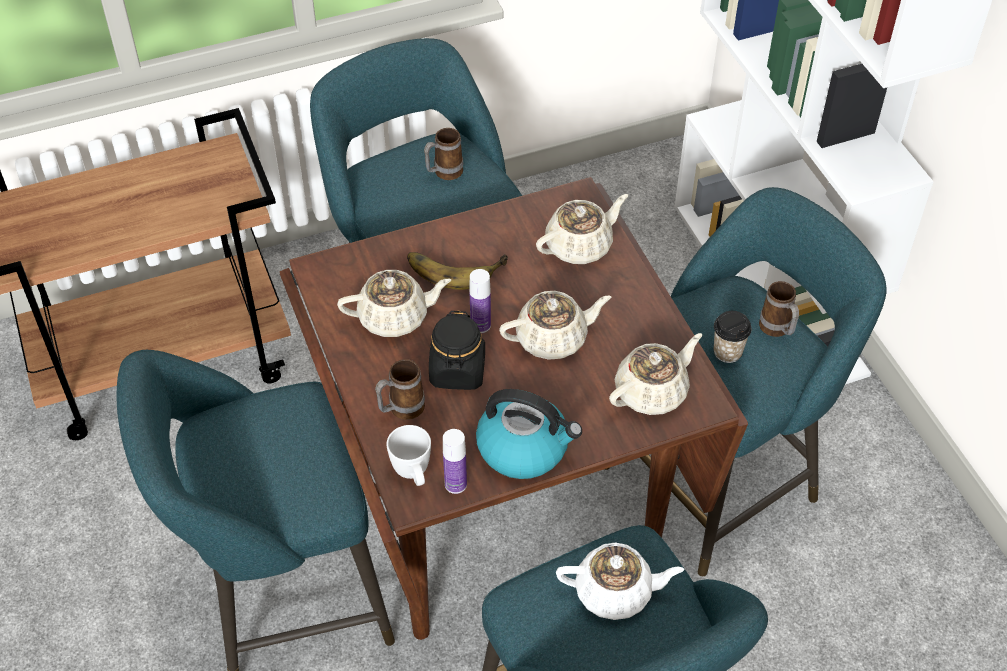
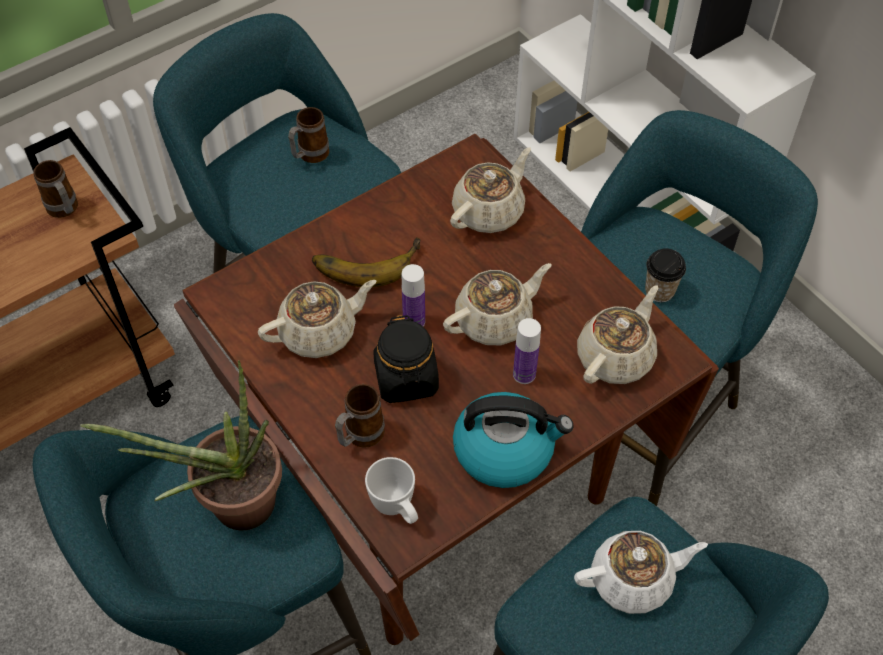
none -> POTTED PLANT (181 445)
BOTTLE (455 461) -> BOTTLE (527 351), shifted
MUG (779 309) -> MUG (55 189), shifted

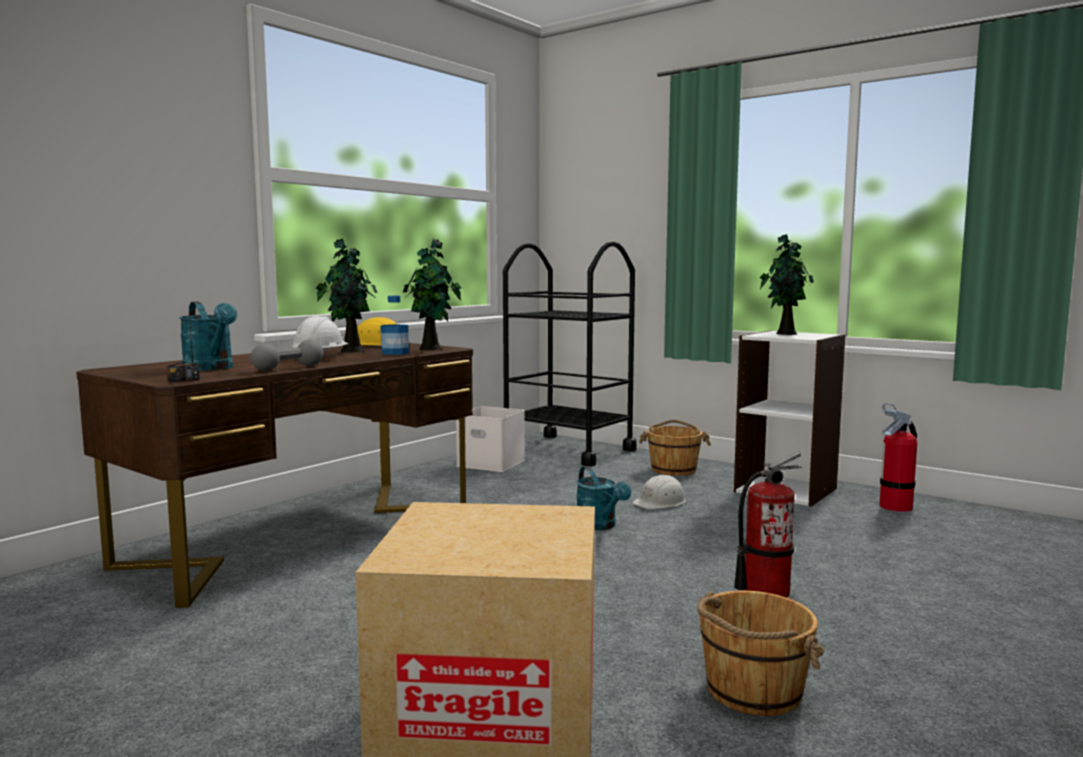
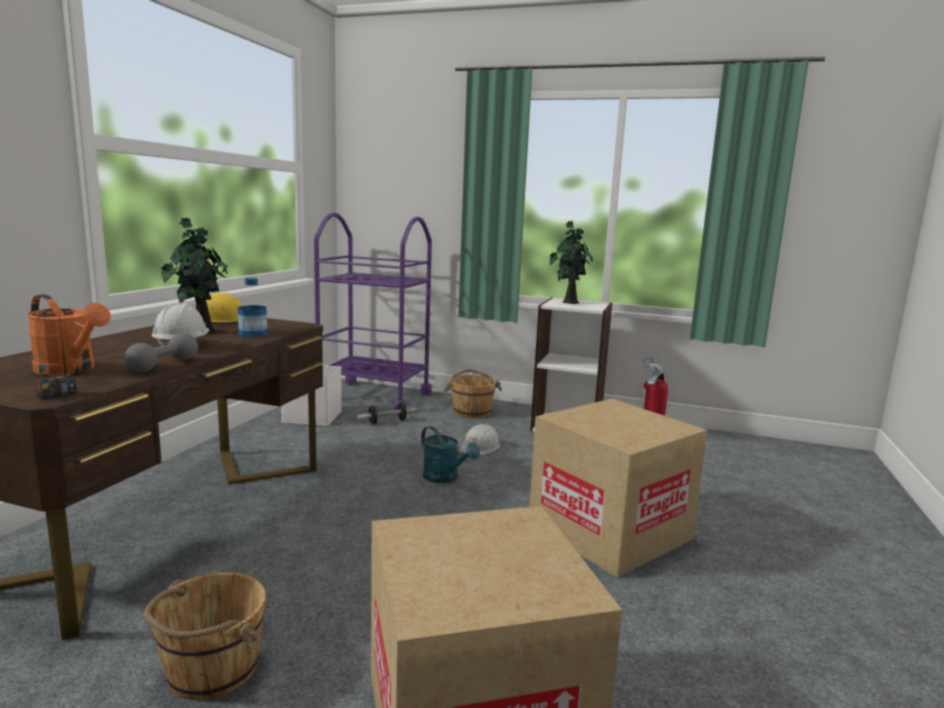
POTTED PLANT (432 294) -> none
none -> DUMBBELL (387 413)
BROWN BUCKET (760 653) -> BROWN BUCKET (205 636), shifted
FIRE EXTINGUISHER (768 525) -> CARDBOARD BOX (618 488)
TURQUOISE WATERING CAN (208 336) -> ORANGE WATERING CAN (68 334)
BLACK CART (570 353) -> PURPLE CART (373 311)

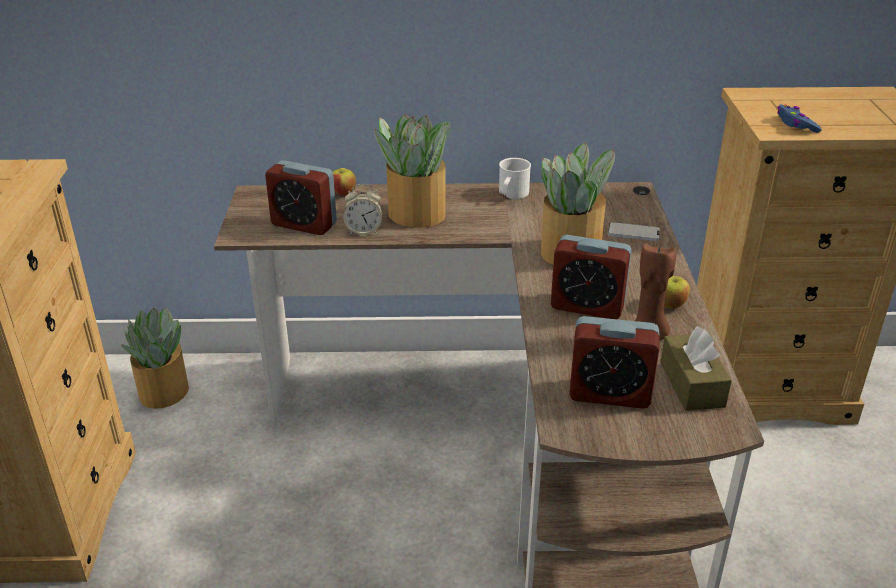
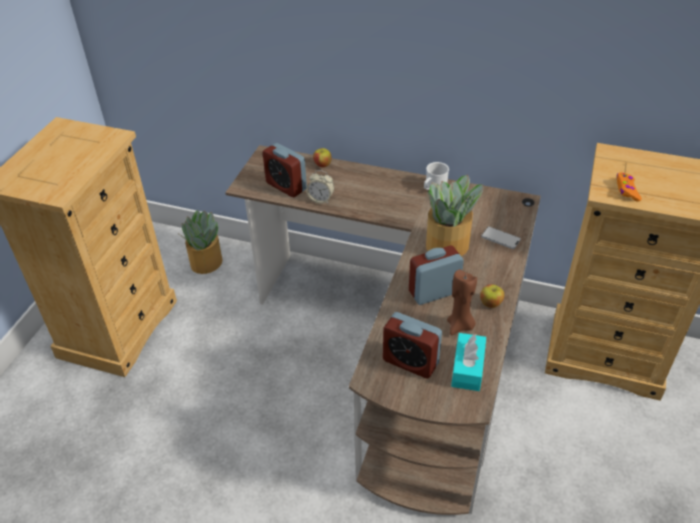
POTTED PLANT (412 171) -> none
BROWN TISSUE BOX (696 368) -> TURQUOISE TISSUE BOX (468 362)
BLUE GAME CONTROLLER (799 119) -> ORANGE GAME CONTROLLER (629 186)
ALARM CLOCK (591 277) -> ALARM CLOCK (436 275), 120 degrees clockwise

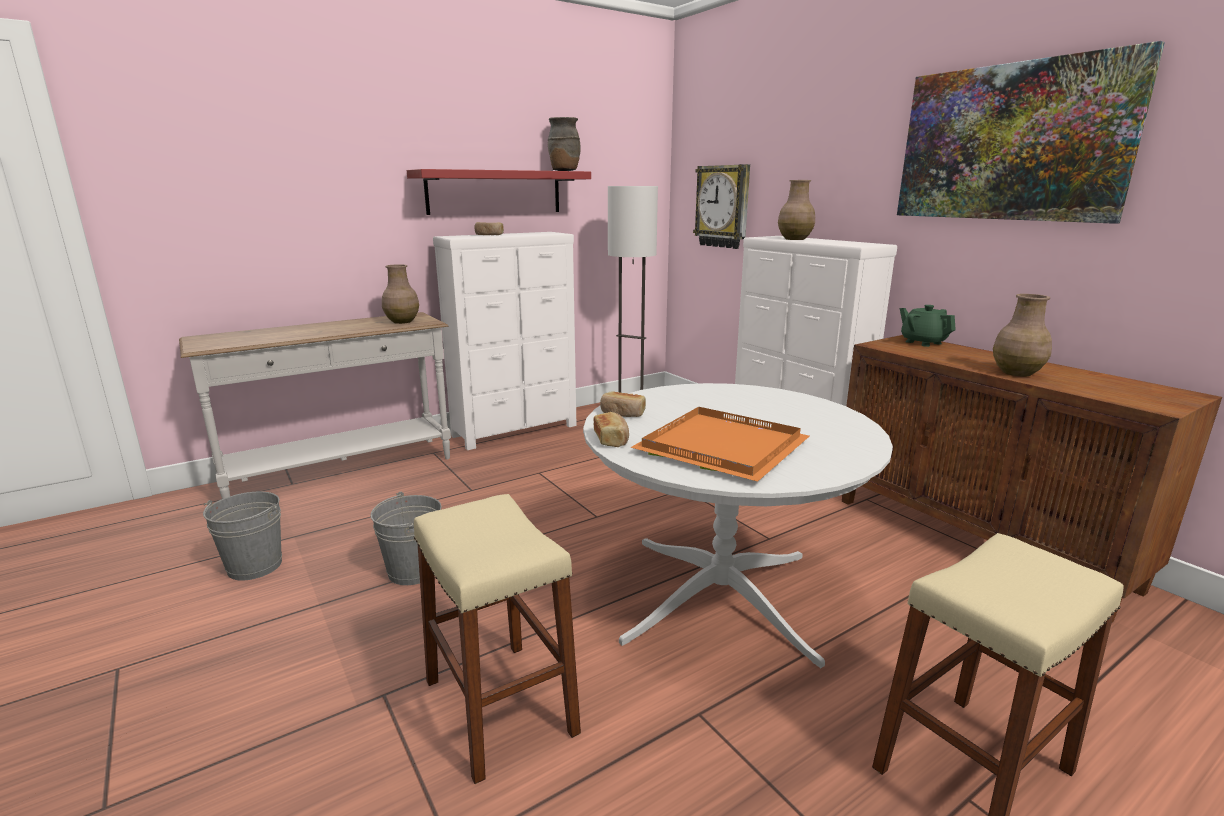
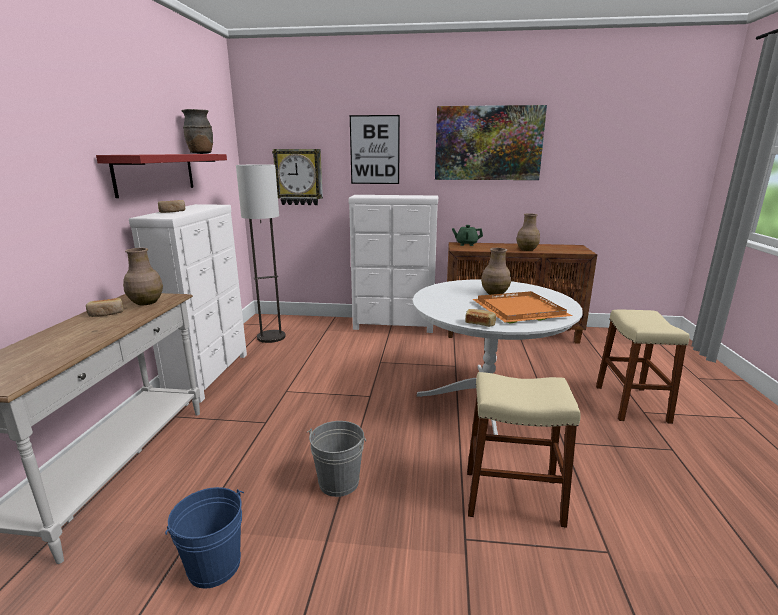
none -> PICTURE (375 149)
BREAD (623 404) -> BREAD (105 307), shifted
BROWN VASE (796 210) -> BROWN VASE (496 272), shifted
GREY BUCKET (242 536) -> BLUE BUCKET (204 538)

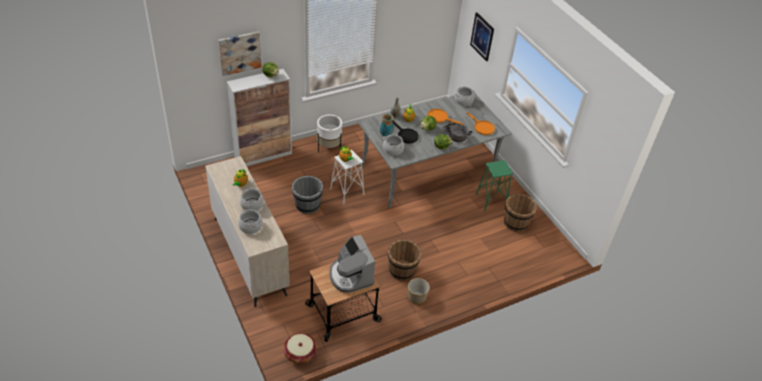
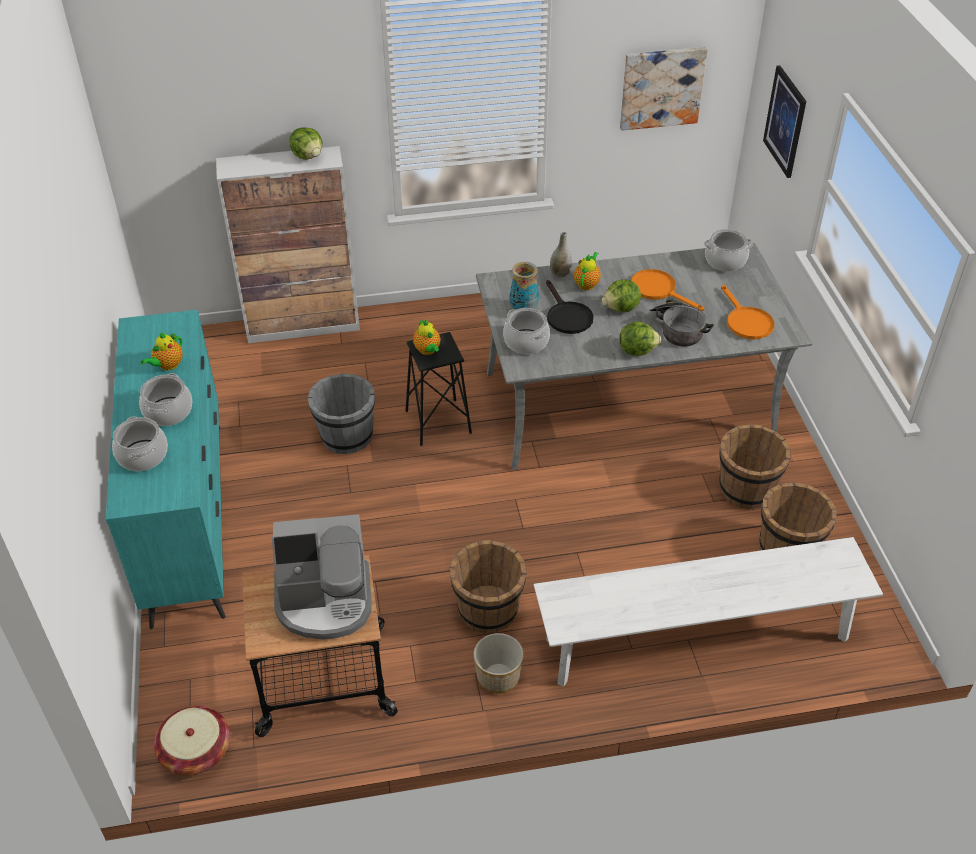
WHITE PLANTER (329 133) -> none
none -> WHITE BENCH (708 612)
PICTURE (240 54) -> PICTURE (663 89), shifted
GREEN STOOL (494 186) -> BROWN BUCKET (755 466)
BEIGE DRESSER (247 231) -> TURQUOISE DRESSER (166 469)
WHITE STOOL (347 177) -> BLACK STOOL (438 389)
COFFEE MACHINE (352 264) -> COFFEE MACHINE (322 577), 90 degrees counterclockwise

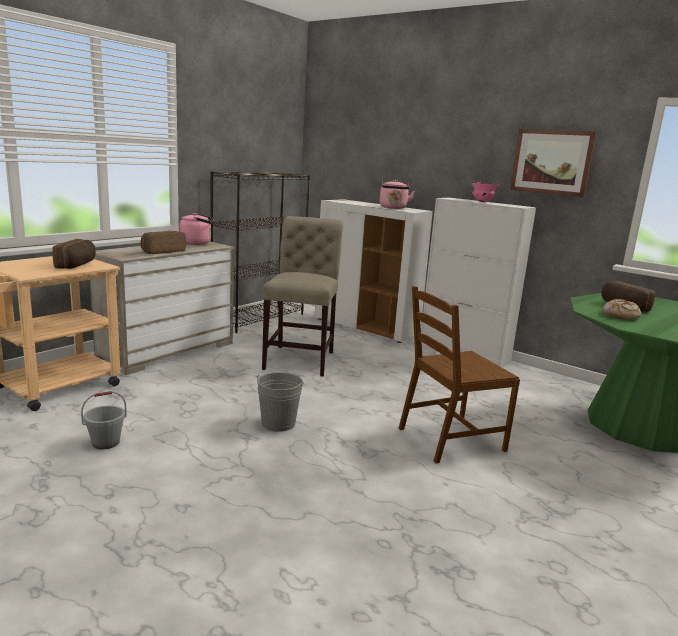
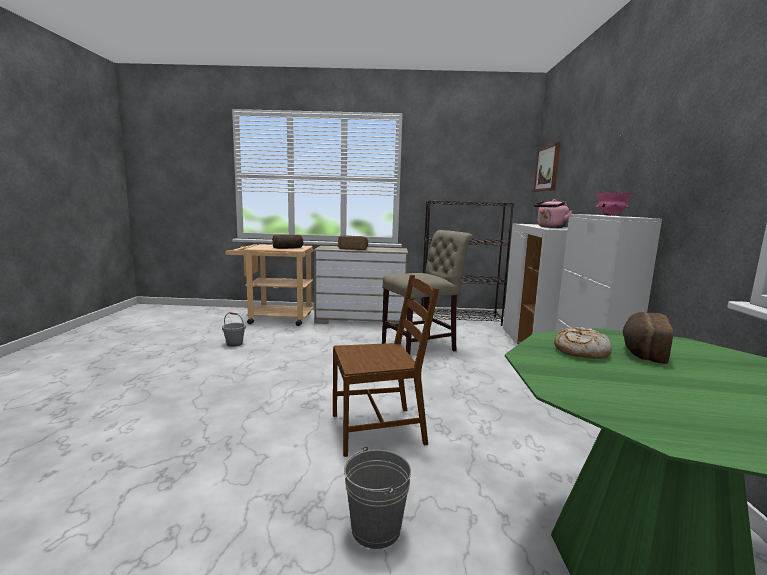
PINK KETTLE (196 229) -> none
GREY BUCKET (279 402) -> GREY BUCKET (377 497), shifted
PICTURE (553 163) -> PICTURE (547 167), shifted
BROWN CHAIR (459 374) -> BROWN CHAIR (386 366), 135 degrees clockwise

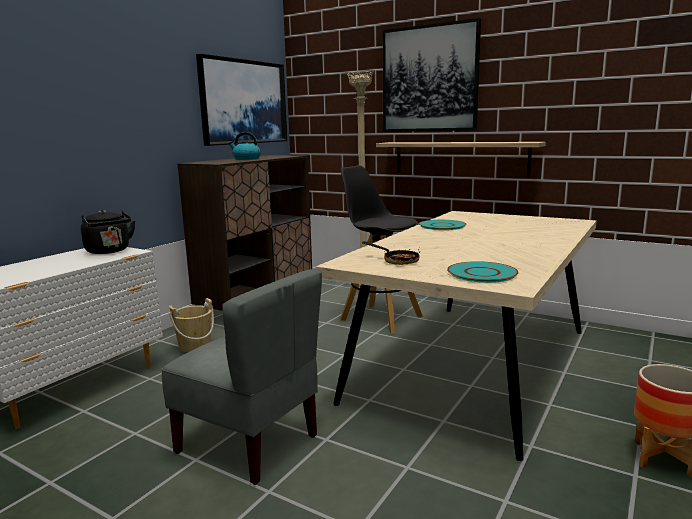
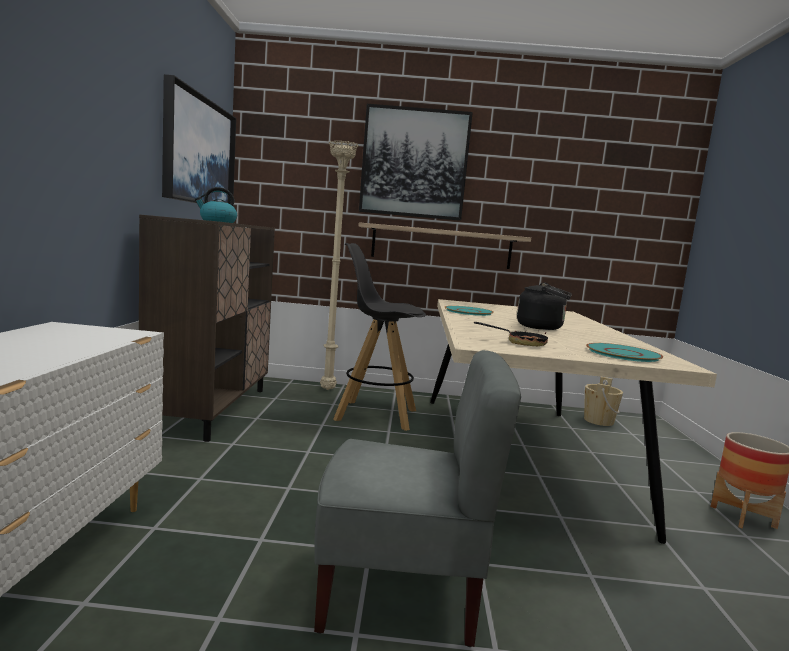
BLACK KETTLE (108 232) -> BLACK KETTLE (544 306), shifted
BEIGE BUCKET (191 325) -> BEIGE BUCKET (603 401), shifted

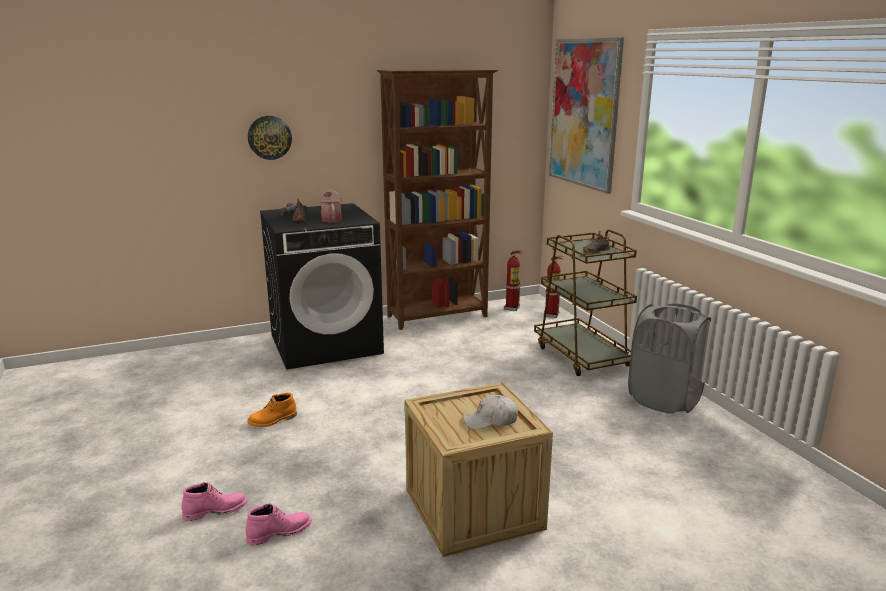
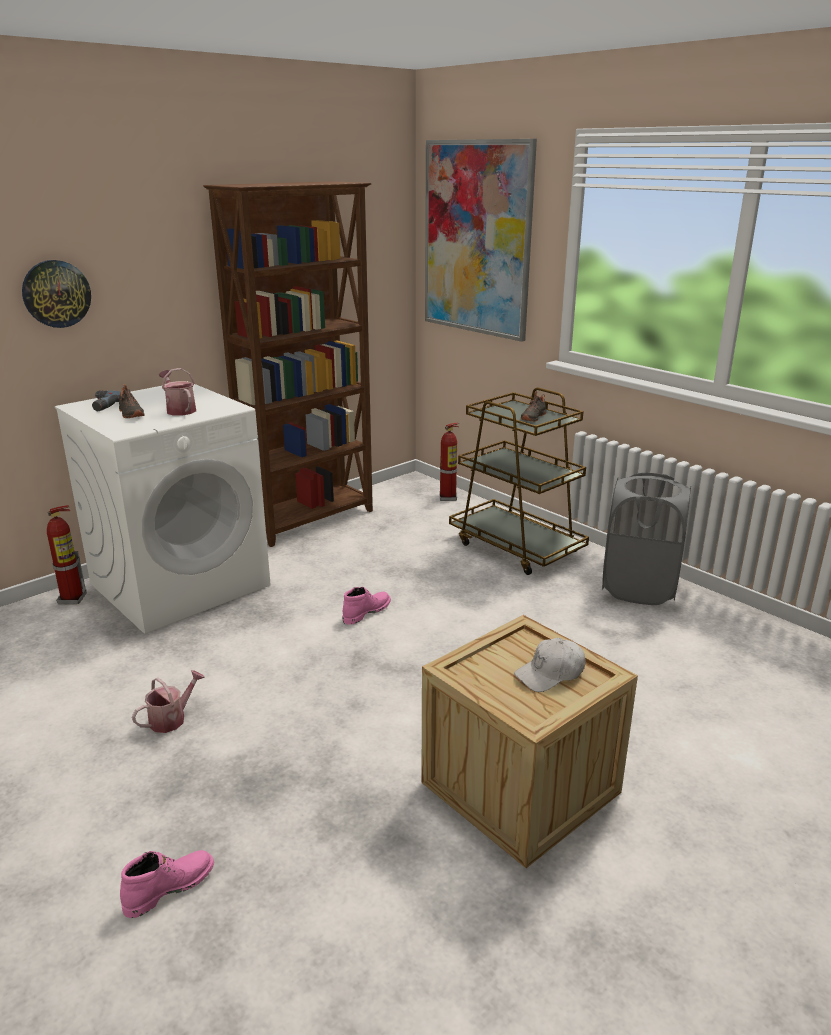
PINK BOOT (279 525) -> PINK BOOT (366 606), shifted
FIRE EXTINGUISHER (513 280) -> FIRE EXTINGUISHER (67 554), shifted
ORANGE BOOT (272 410) -> WATERING CAN (168 701)
BLACK WASHING MACHINE (322 286) -> WHITE WASHING MACHINE (162 507)

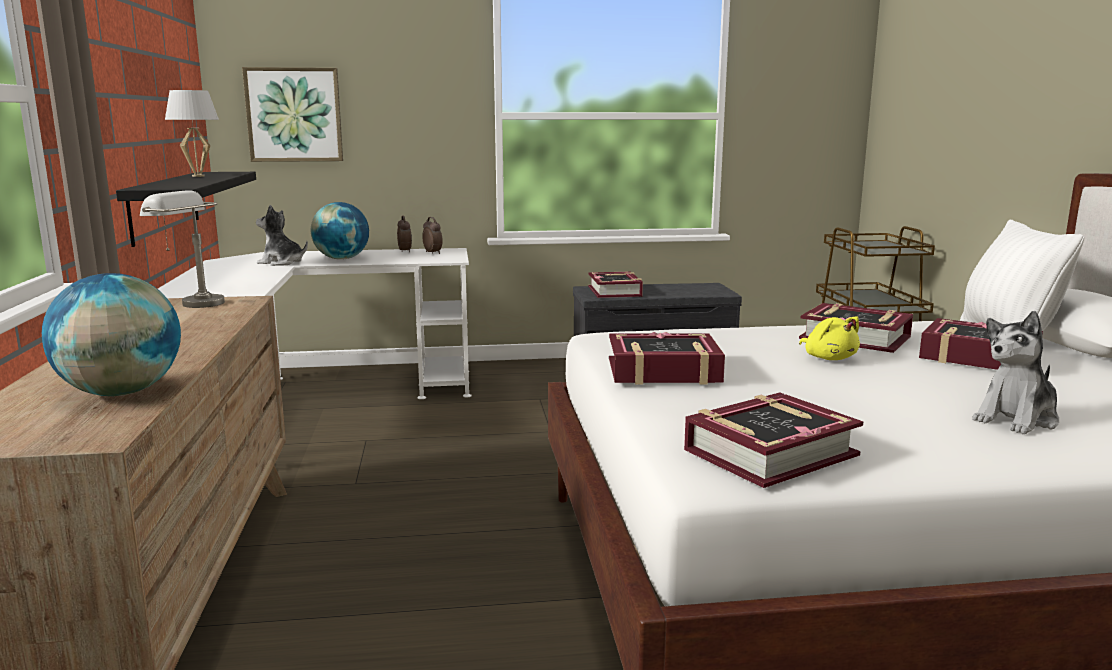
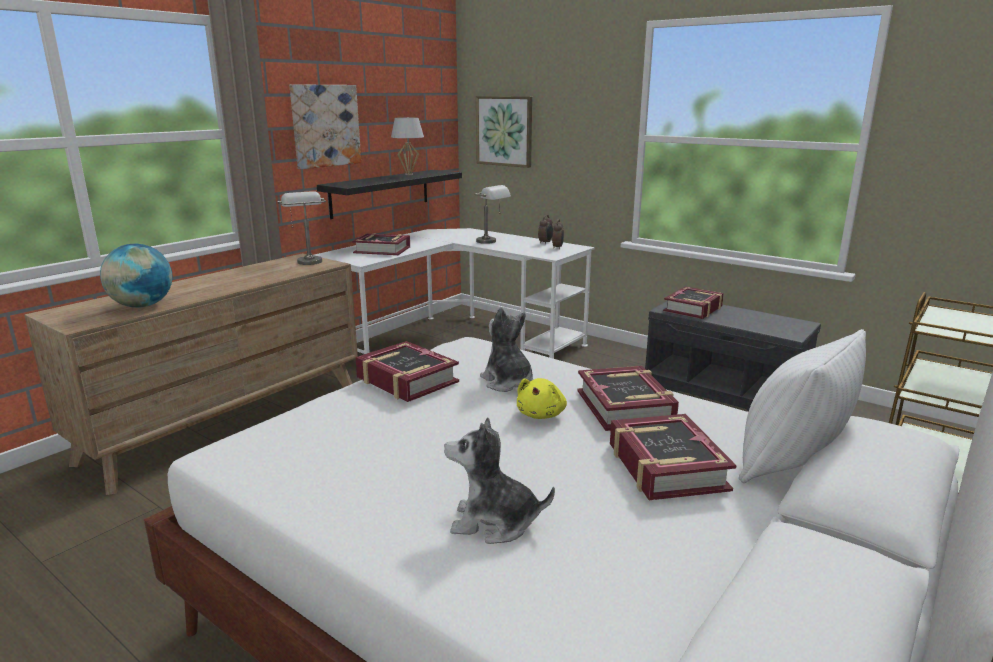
none -> PICTURE (325 126)
PLUSH TOY (282 235) -> PLUSH TOY (506 349), shifted
BOOK (773 440) -> BOOK (381 244), shifted
GLOBE (340 231) -> GREY TABLE LAMP (492 214)

